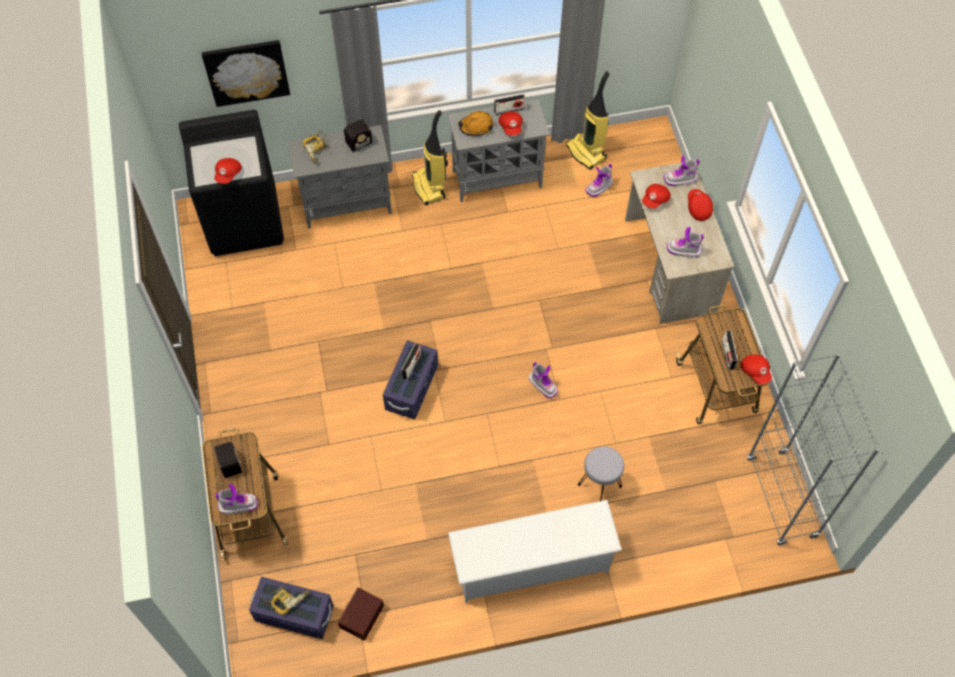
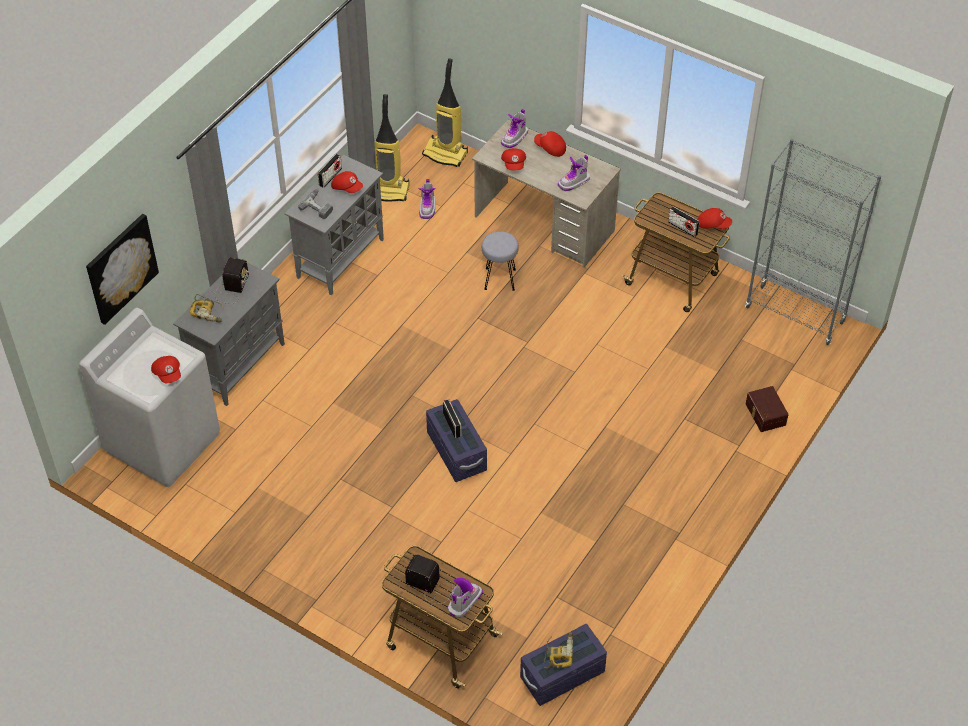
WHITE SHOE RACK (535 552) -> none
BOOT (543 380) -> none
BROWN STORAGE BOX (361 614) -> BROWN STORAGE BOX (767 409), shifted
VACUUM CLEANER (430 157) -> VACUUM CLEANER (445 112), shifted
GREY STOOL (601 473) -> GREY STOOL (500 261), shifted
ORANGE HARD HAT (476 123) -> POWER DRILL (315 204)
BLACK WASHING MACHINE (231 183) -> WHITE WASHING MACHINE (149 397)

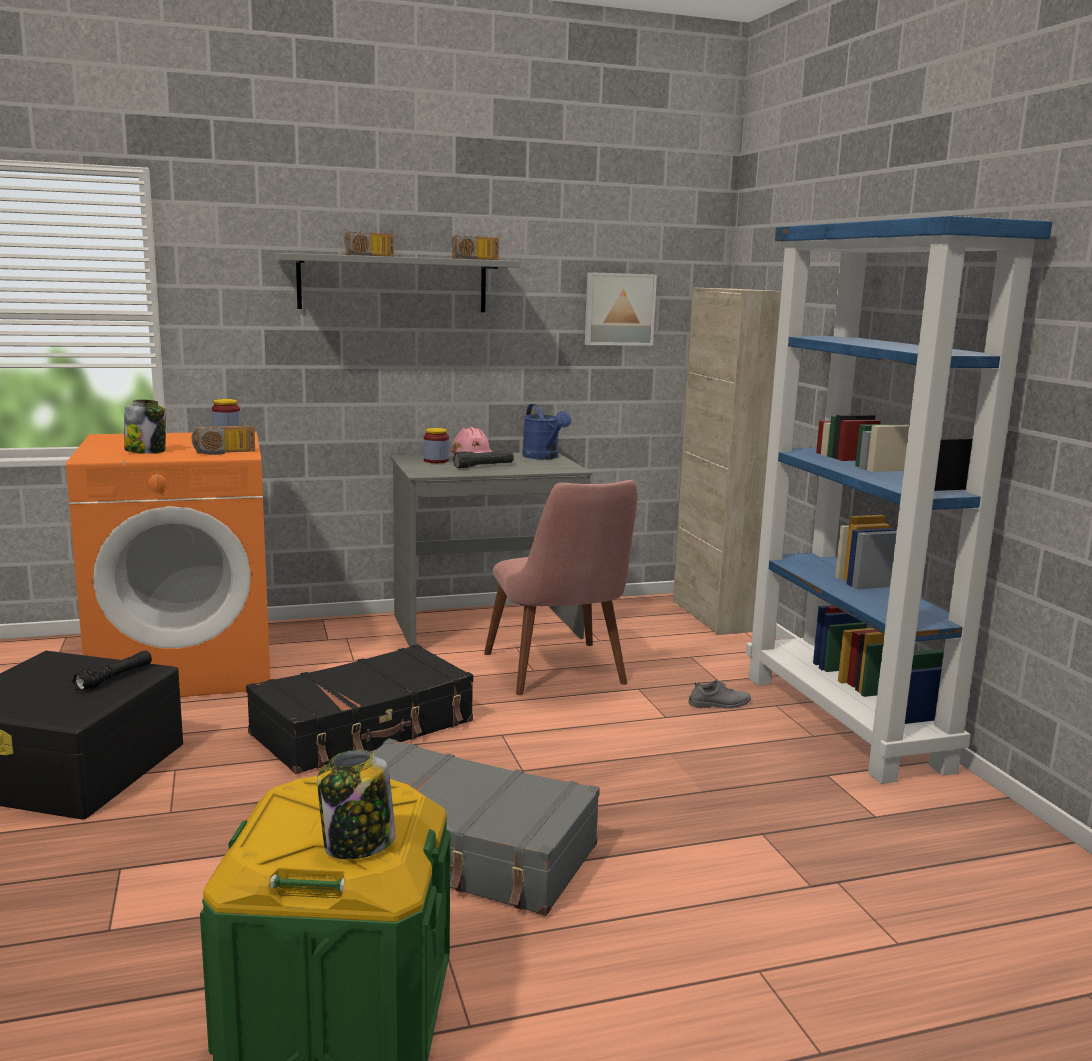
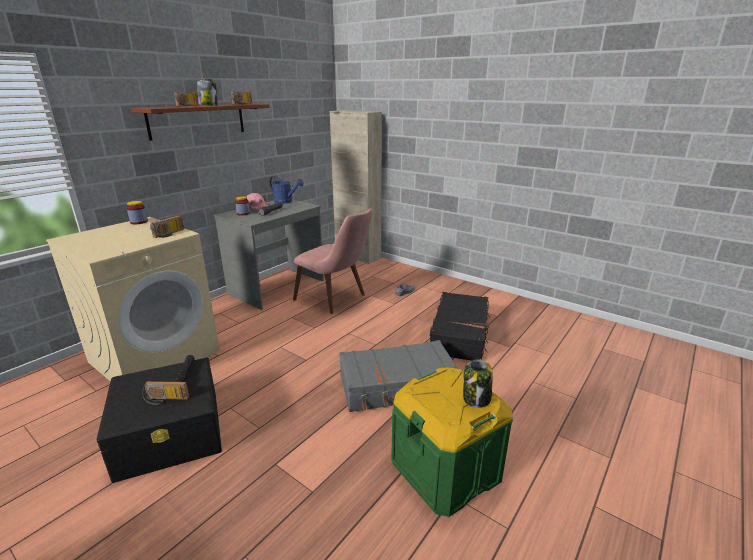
PICTURE (621 309) -> none
BLUE BOOKCASE (899 500) -> none
none -> RADIO (165 393)
JAR (145 426) -> JAR (207 92), shifted
BLACK SUITCASE (359 709) -> BLACK SUITCASE (460 326), shifted
ORANGE WASHING MACHINE (168 564) -> BEIGE WASHING MACHINE (133 299)
GREY SHELF (397 282) -> BROWN SHELF (200 122)

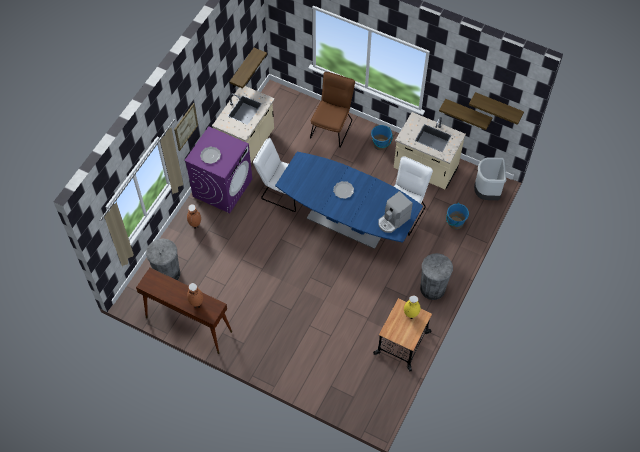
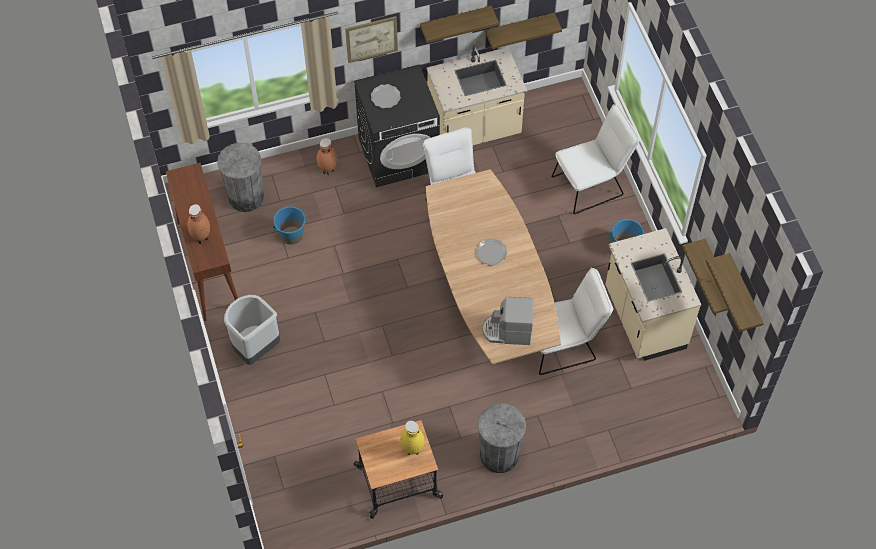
none -> SHELF (459 24)
BLUE BUCKET (457 216) -> BLUE BUCKET (289 225), shifted
GREY TRASH CAN (490 178) -> GREY TRASH CAN (252 330), shifted
PURPLE WASHING MACHINE (218 169) -> BLACK WASHING MACHINE (397 125)
BLUE DINING TABLE (349 200) -> BROWN DINING TABLE (493 266)
BROWN CHAIR (332 110) -> WHITE CHAIR (595 159)

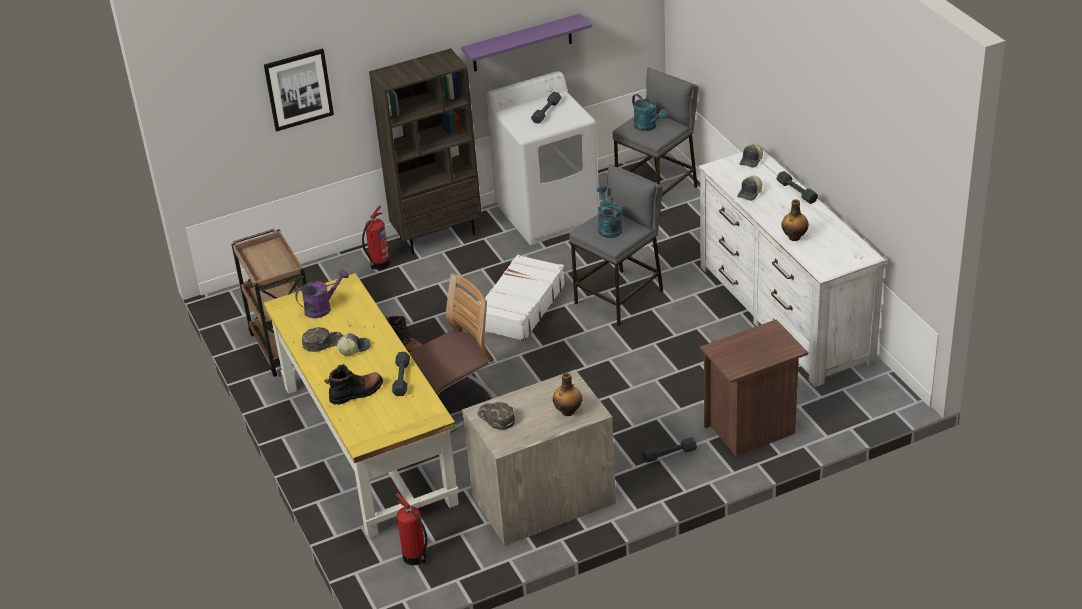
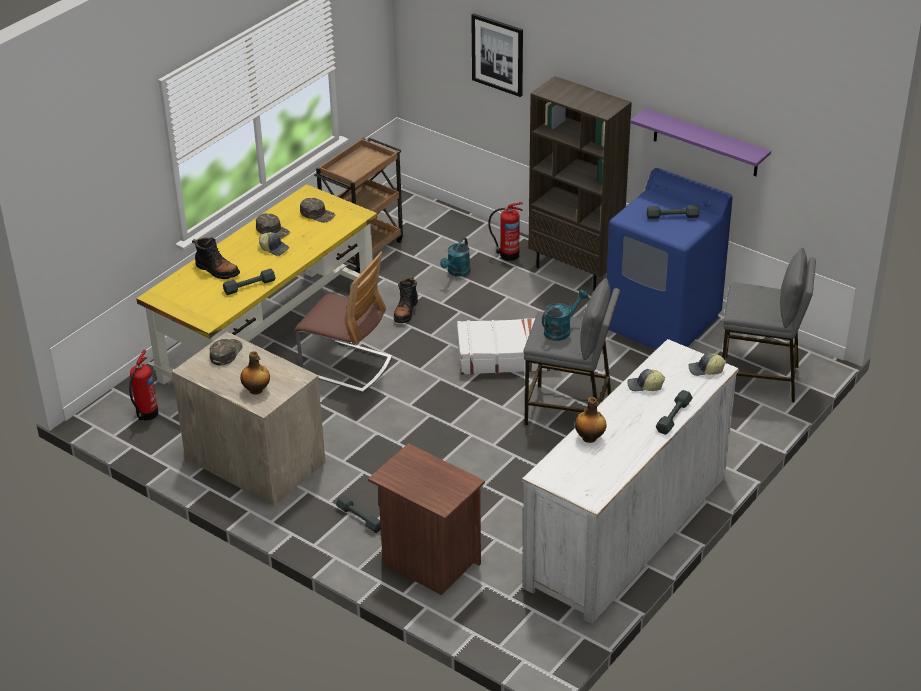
TURQUOISE WATERING CAN (650 112) -> TURQUOISE WATERING CAN (455 257), shifted
PURPLE WATERING CAN (322 293) -> GREEN CAP (318 210)
WHITE WASHING MACHINE (543 158) -> BLUE WASHING MACHINE (669 259)

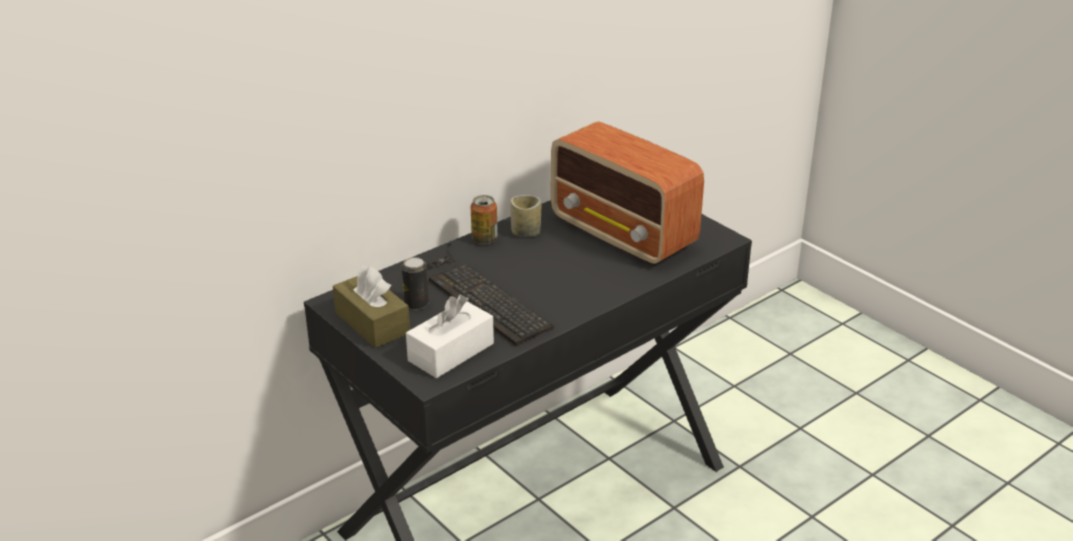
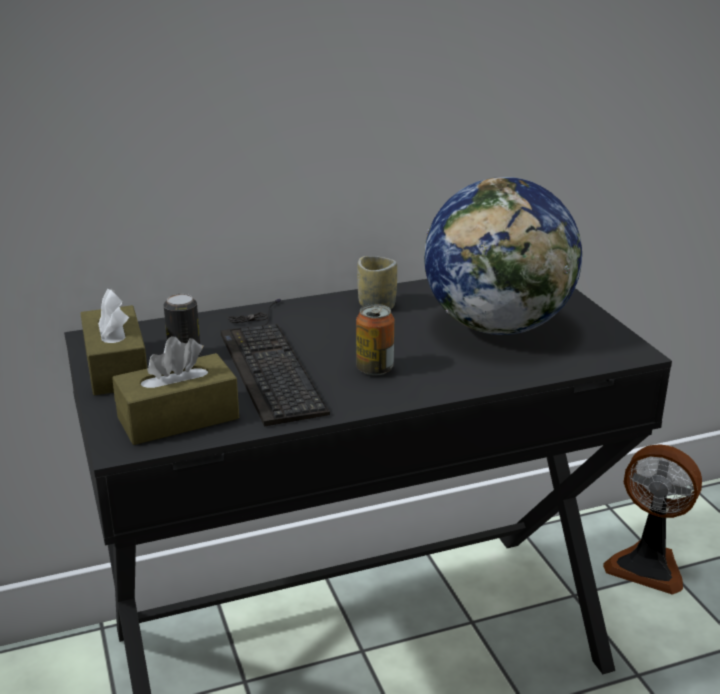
none -> FAN (652 520)
CAN (484 220) -> CAN (375 339), shifted
RADIO (627 193) -> GLOBE (503 256)
WHITE TISSUE BOX (450 336) -> BROWN TISSUE BOX (175 390)

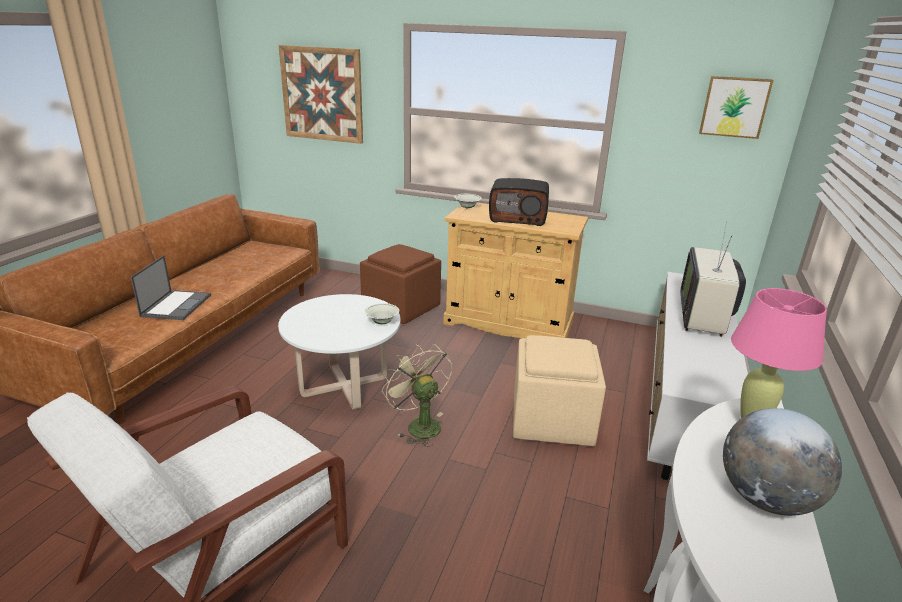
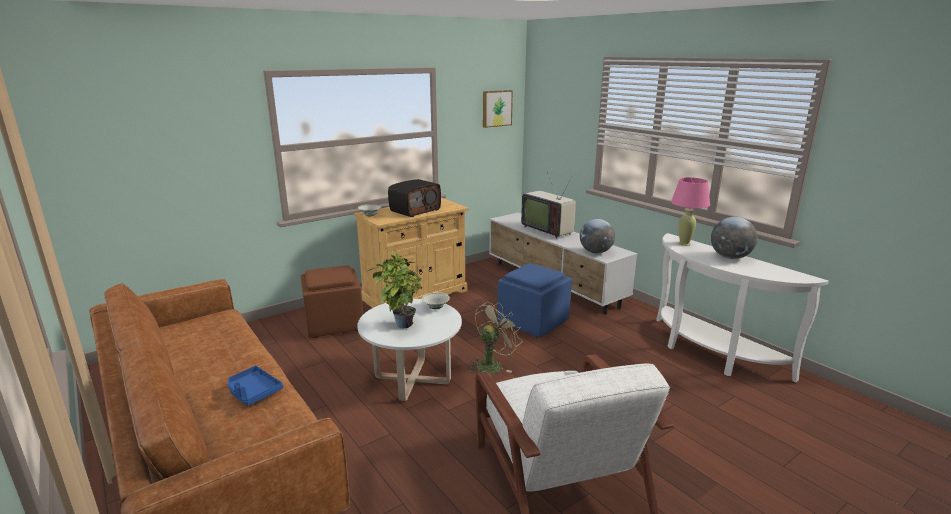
PICTURE (321 94) -> none
none -> POTTED PLANT (394 290)
none -> GLOBE (597 236)
LAPTOP (171 287) -> BLUE TRAY (255 386)
BEIGE OTTOMAN (559 390) -> BLUE OTTOMAN (534 300)
BEIGE FAN (417 395) -> BEIGE FAN (495 338), 135 degrees clockwise

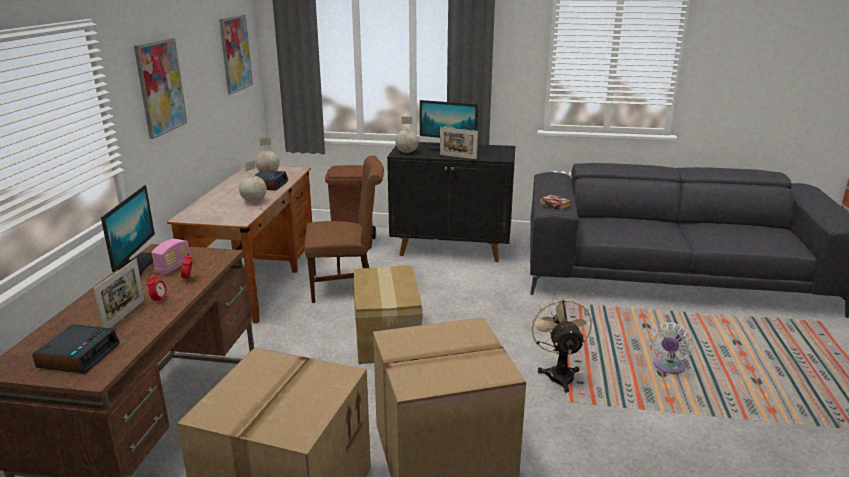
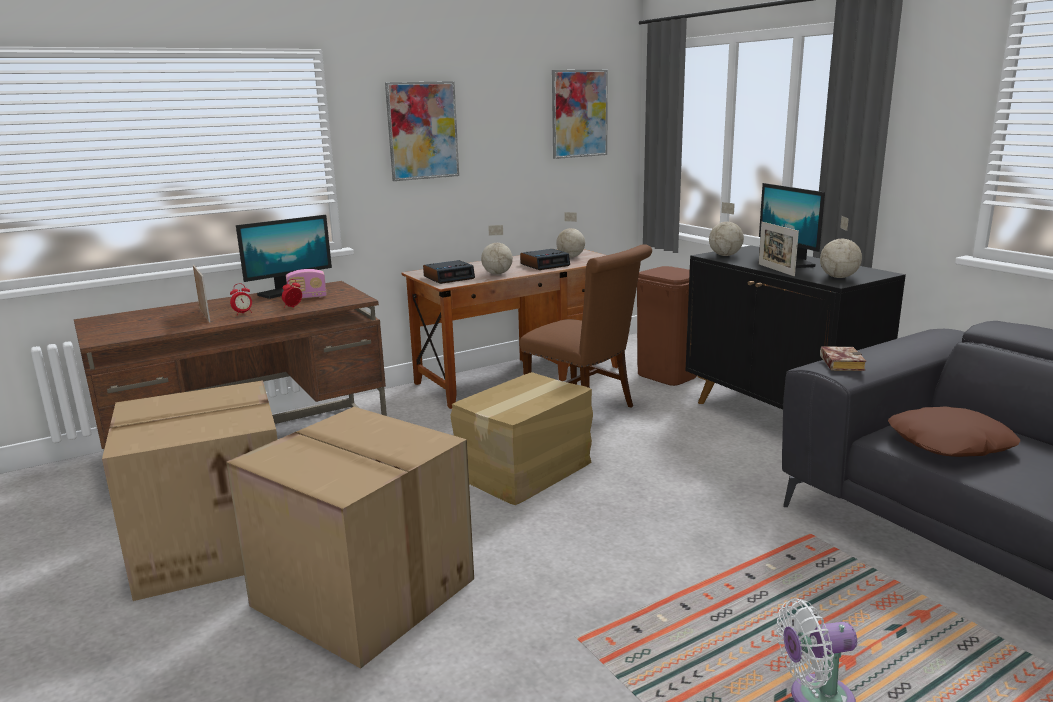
BEIGE FAN (561 344) -> none
none -> GLOBE (841 247)
none -> BROWN PILLOW (954 431)
ALARM CLOCK (76 349) -> ALARM CLOCK (449 272), shifted
PICTURE FRAME (119 293) -> PICTURE FRAME (201 294), 90 degrees counterclockwise

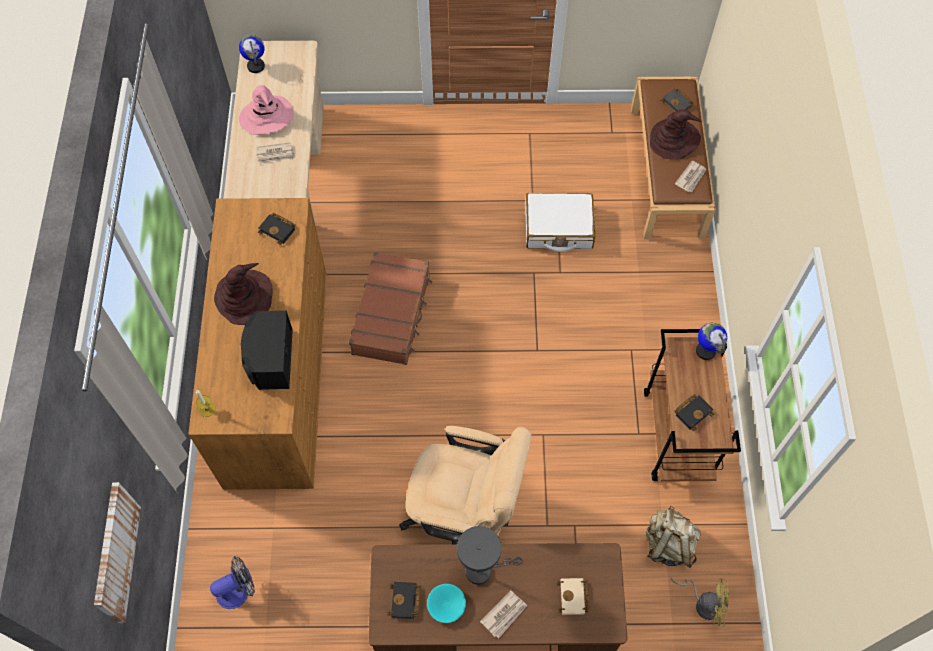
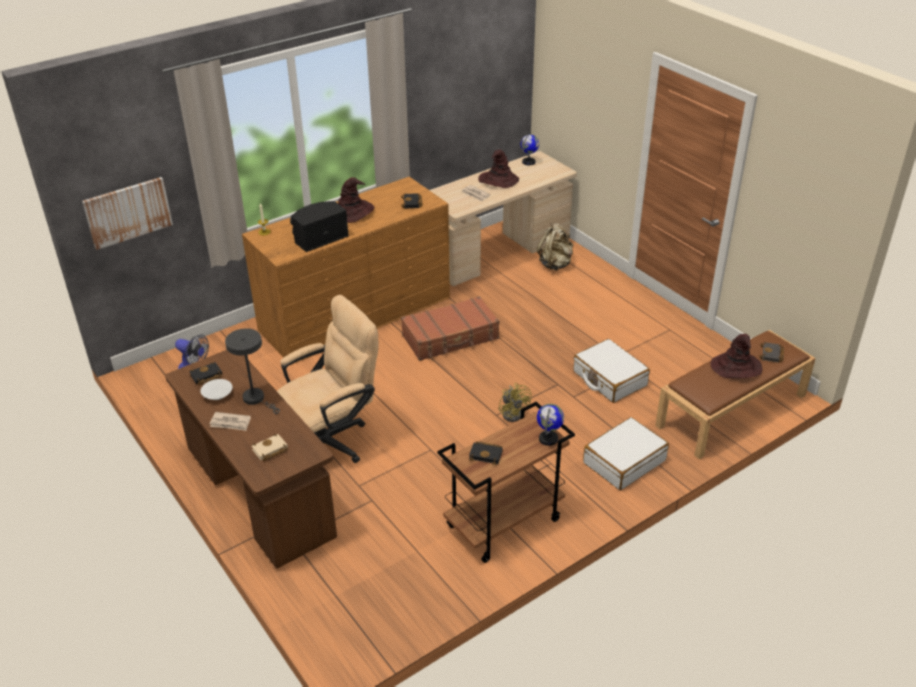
NEWSPAPER (690 176) -> none
none -> WHITE SUITCASE (626 453)
BEIGE BACKPACK (673 537) -> BEIGE BACKPACK (555 246), shifted
YELLOW FAN (699 602) -> YELLOW FAN (515 402), shifted
PINK HAT (266 110) -> BROWN HAT (498 169)
TURQUOISE BOWL (446 603) -> WHITE BOWL (217 389)
BEIGE OFFICE CHAIR (465 485) -> BEIGE OFFICE CHAIR (328 379), 105 degrees counterclockwise

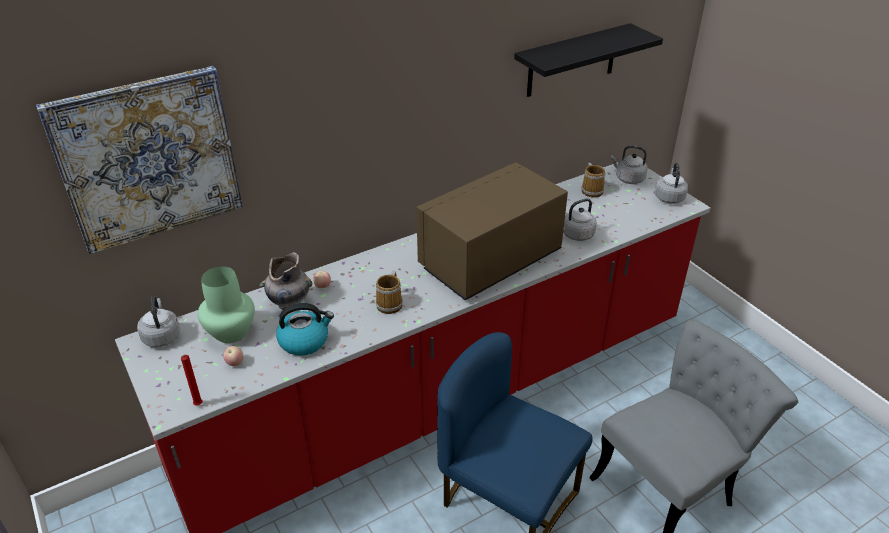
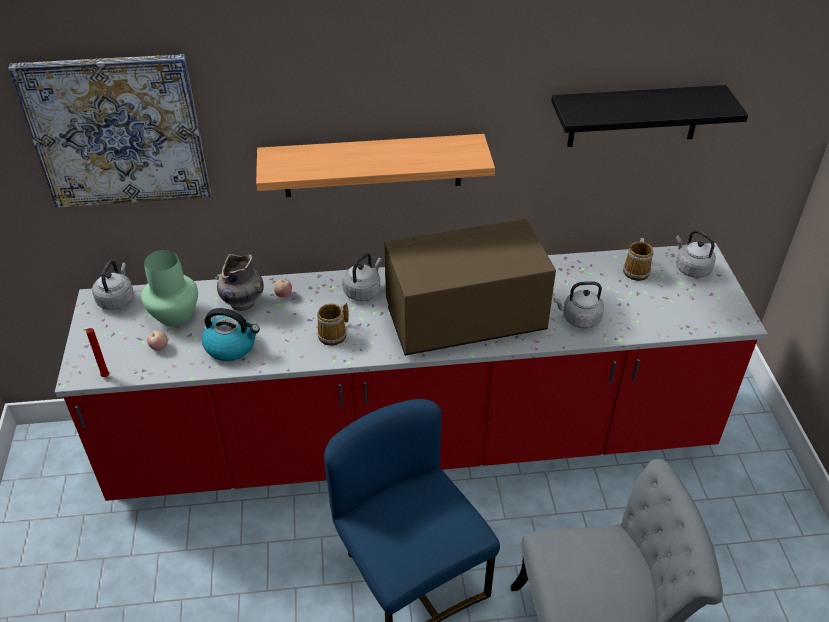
none -> SHELF (375 165)
GREY KETTLE (671 183) -> GREY KETTLE (362 277), shifted

